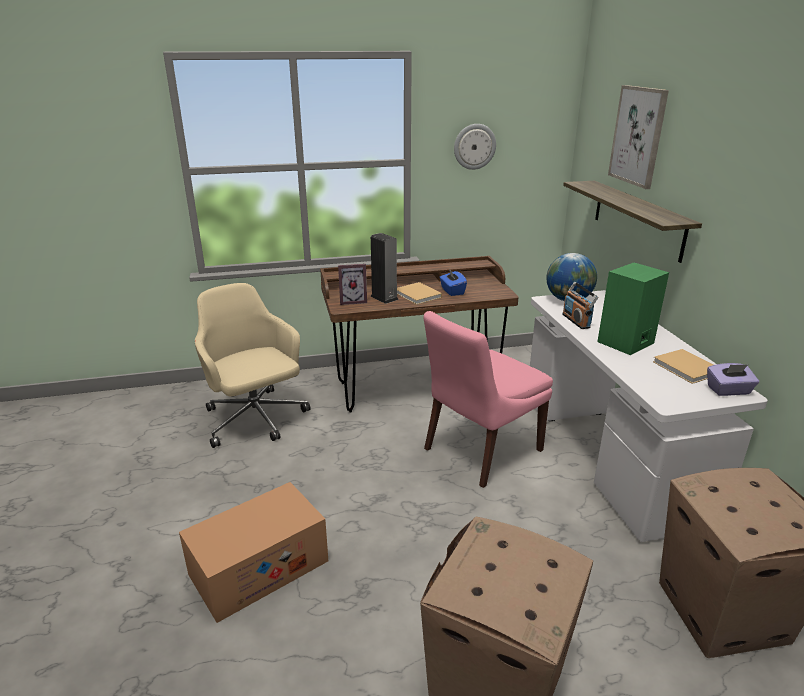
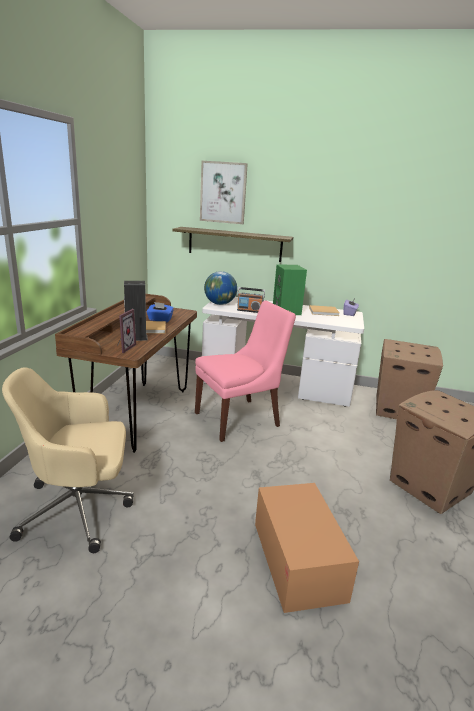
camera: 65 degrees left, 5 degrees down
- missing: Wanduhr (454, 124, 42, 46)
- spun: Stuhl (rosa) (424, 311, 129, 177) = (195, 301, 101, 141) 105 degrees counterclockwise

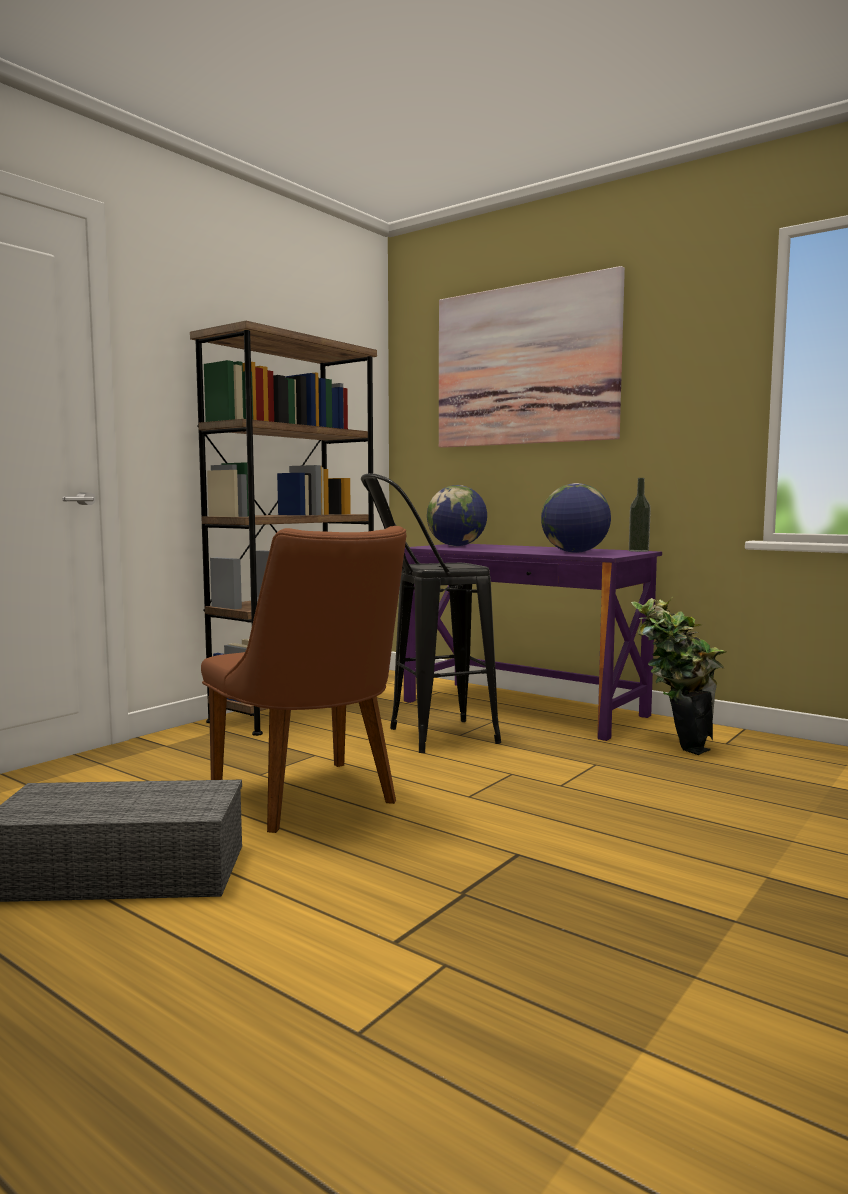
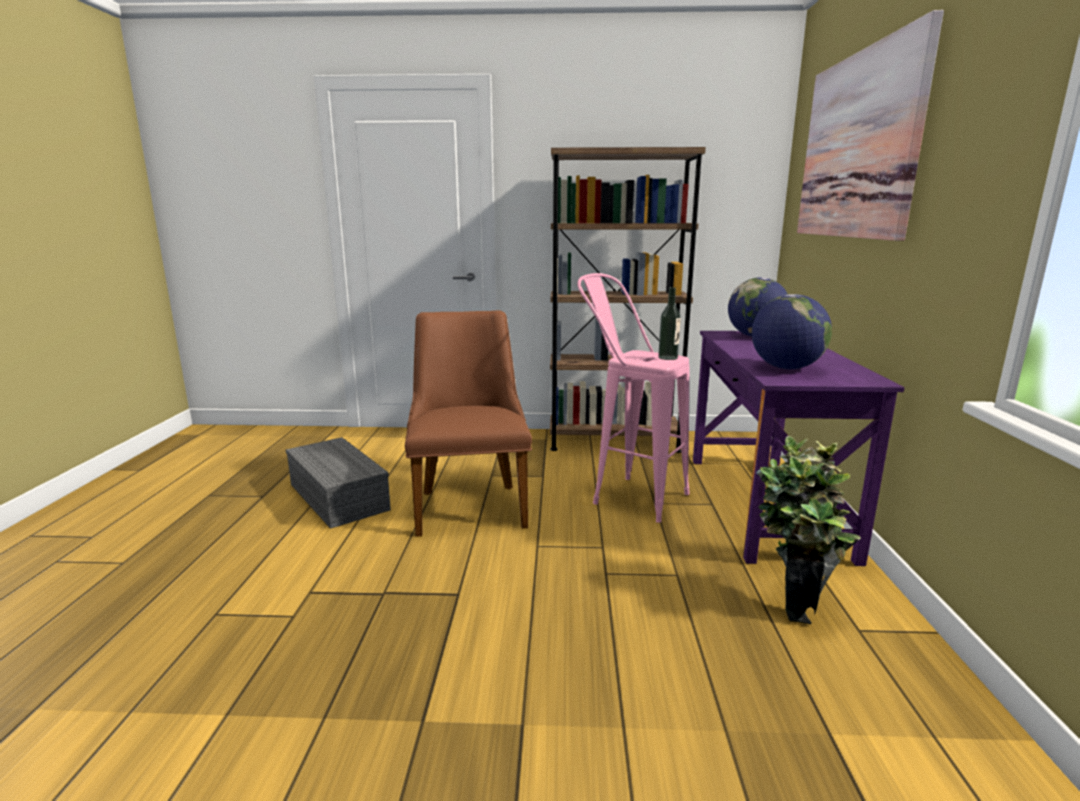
camera: 55 degrees right, 10 degrees up
- relocated: Flasche (629, 478, 22, 74) to (658, 287, 23, 73)
- colour: Hocker (schwarz) (361, 473, 140, 280) to Hocker (rosa) (577, 273, 113, 250)
- spun: Stuhl (braun) (201, 526, 205, 307) = (405, 310, 127, 227) 150 degrees clockwise

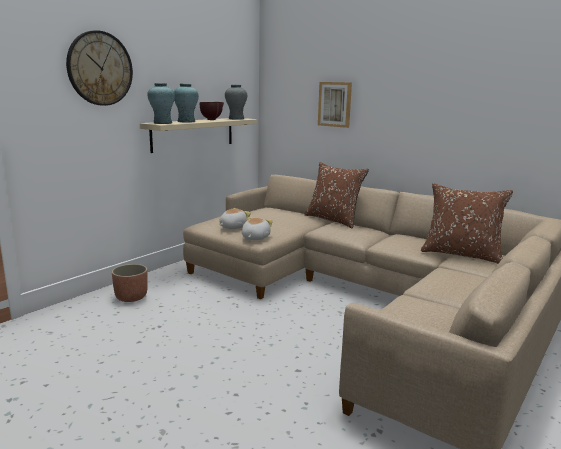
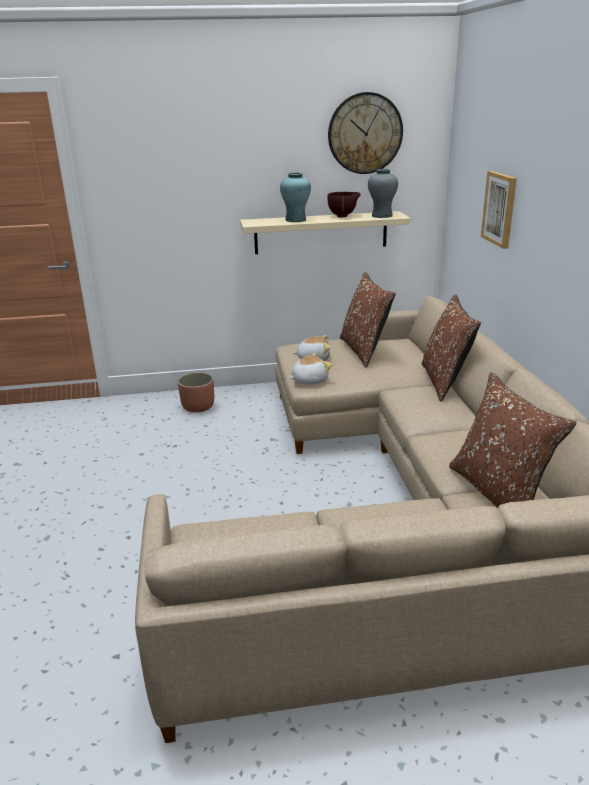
camera: 45 degrees right, 10 degrees up
- missing: Vase (türkis) (147, 83, 28, 41)
- appeared: Kissen (braun) (340, 272, 56, 96)
- relocated: Wanduhr (66, 30, 67, 76) to (328, 92, 75, 82)

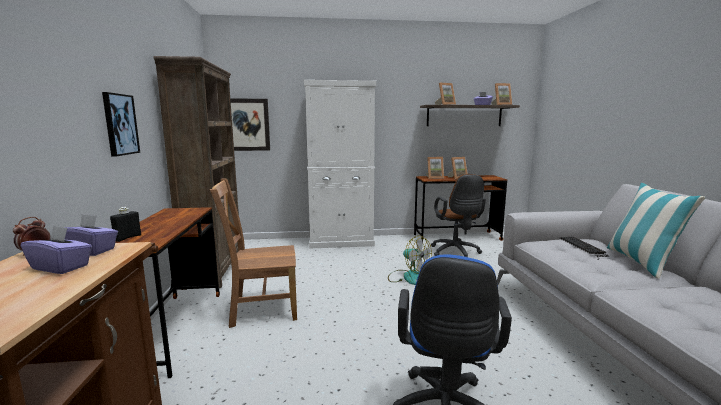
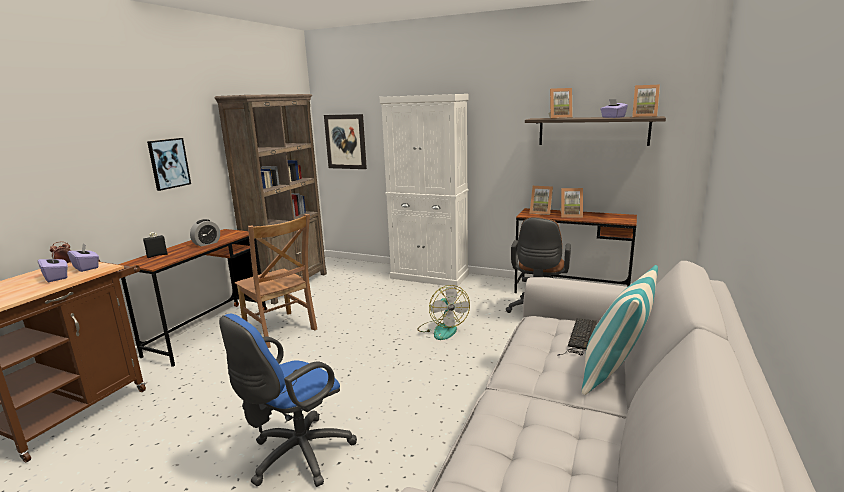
camera: 30 degrees right, 5 degrees up
- appeared: Wecker (190, 219, 30, 28)
- spun: Stuhl (braun) (210, 179, 87, 149) = (235, 214, 82, 134) 150 degrees counterclockwise

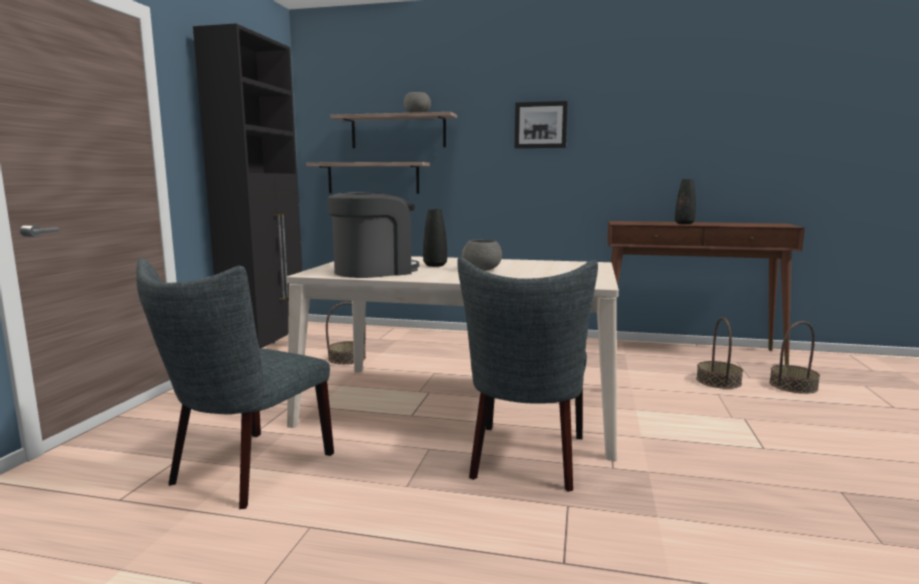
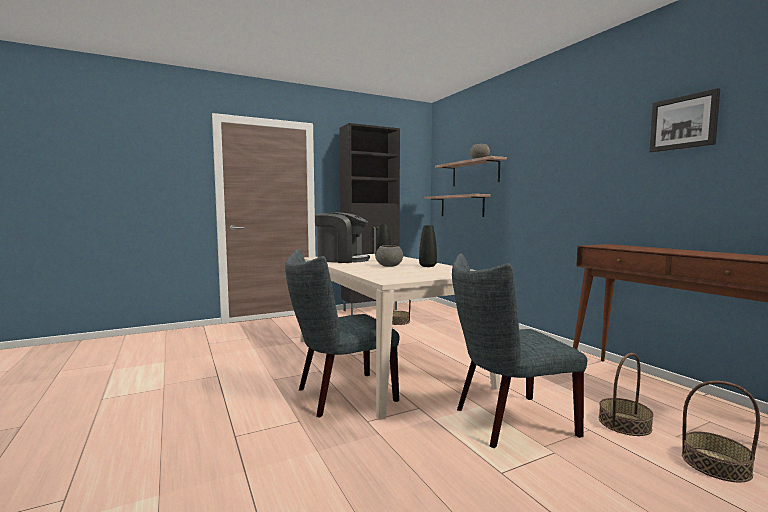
camera: 50 degrees right, 5 degrees down
- relocated: Stuhl (grau) (136, 258, 198, 251) to (452, 253, 135, 195)
- relocated: Bild (515, 101, 53, 48) to (649, 88, 71, 64)
- relocated: Vase (schwarz) (675, 179, 21, 45) to (419, 225, 18, 42)

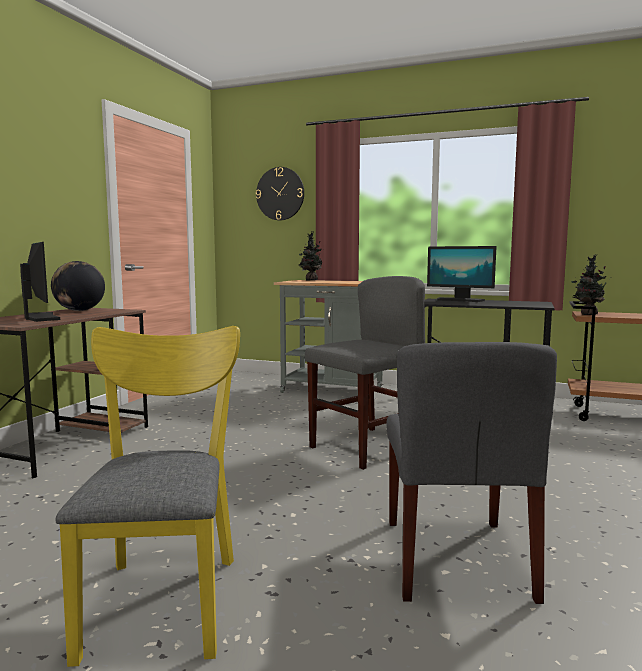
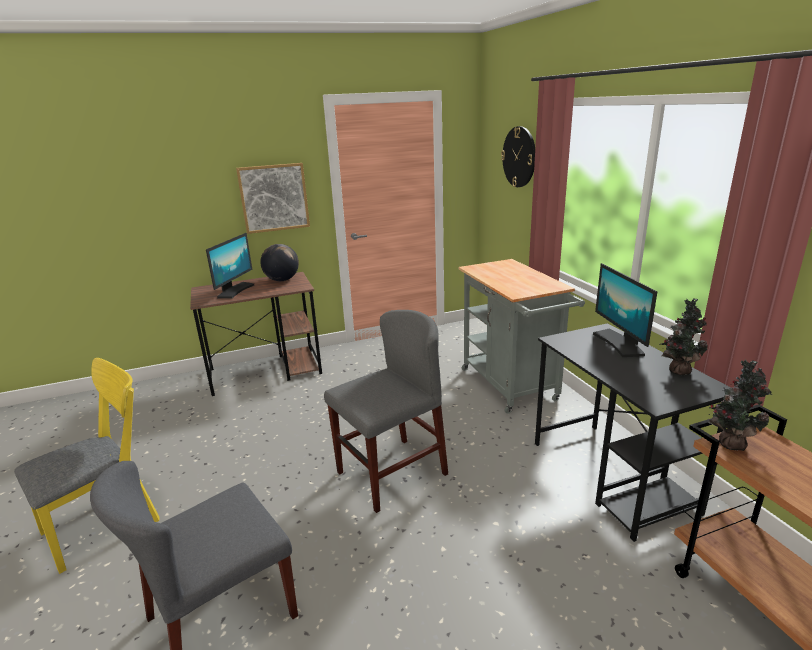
camera: 50 degrees right, 15 degrees up
- appeared: Bild (236, 163, 74, 71)
- relocated: Topfpflanze (299, 231, 23, 49) to (659, 298, 49, 77)
- spun: Stuhl (grau) (305, 276, 120, 194) = (324, 310, 124, 203) 45 degrees counterclockwise

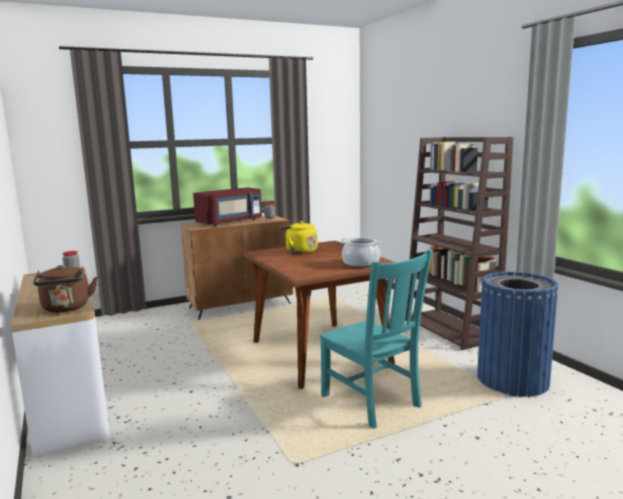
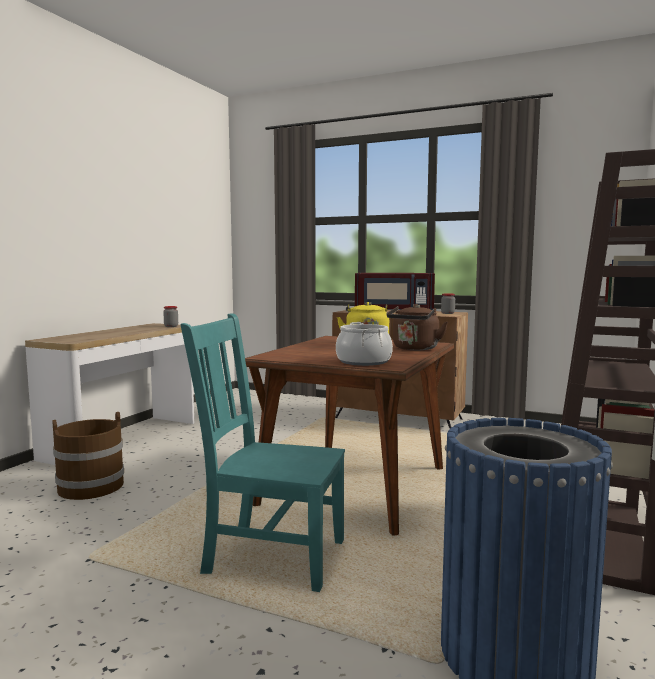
camera: 50 degrees right, 5 degrees down
- appeared: Eimer (braun) (52, 412, 72, 88)
- relocated: Wasserkessel (braun) (33, 265, 65, 47) to (387, 304, 61, 46)
- spun: Stuhl (türkis) (320, 249, 113, 180) = (180, 313, 165, 279) 90 degrees clockwise

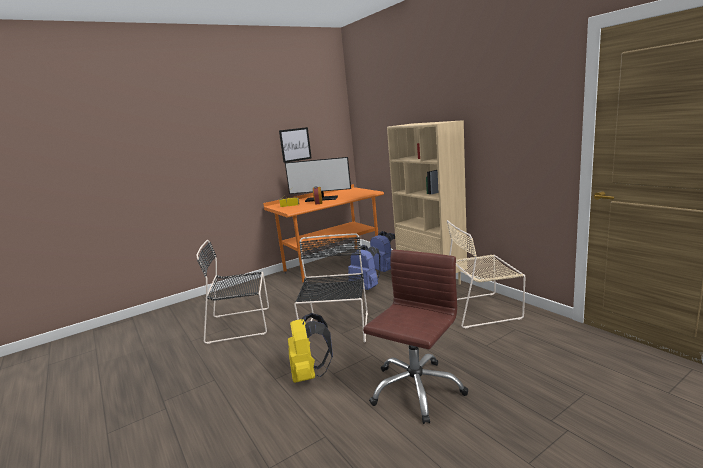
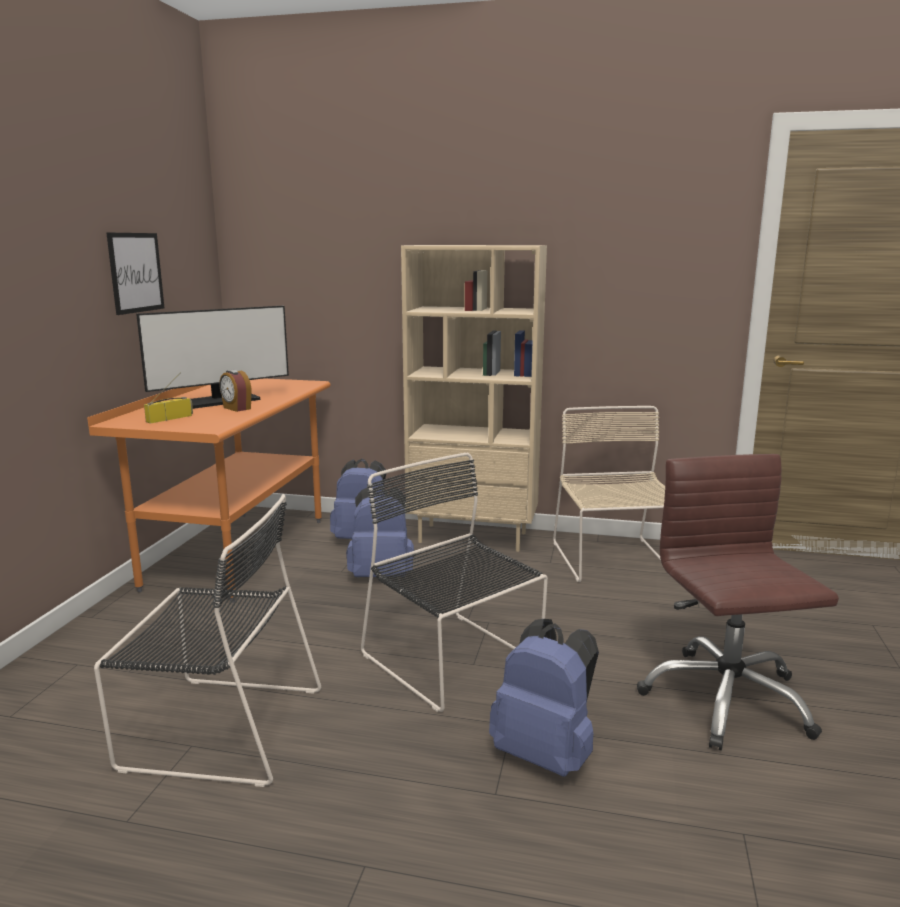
camera: 45 degrees left, 0 degrees up
- colour: Rucksack (gelb) (288, 313, 45, 70) to Rucksack (blau) (489, 619, 110, 158)
- spun: Stuhl (schwarz) (196, 240, 73, 104) = (94, 494, 227, 293) 120 degrees counterclockwise
- spun: Stuhl (beige) (447, 220, 78, 108) = (553, 406, 112, 176) 135 degrees clockwise

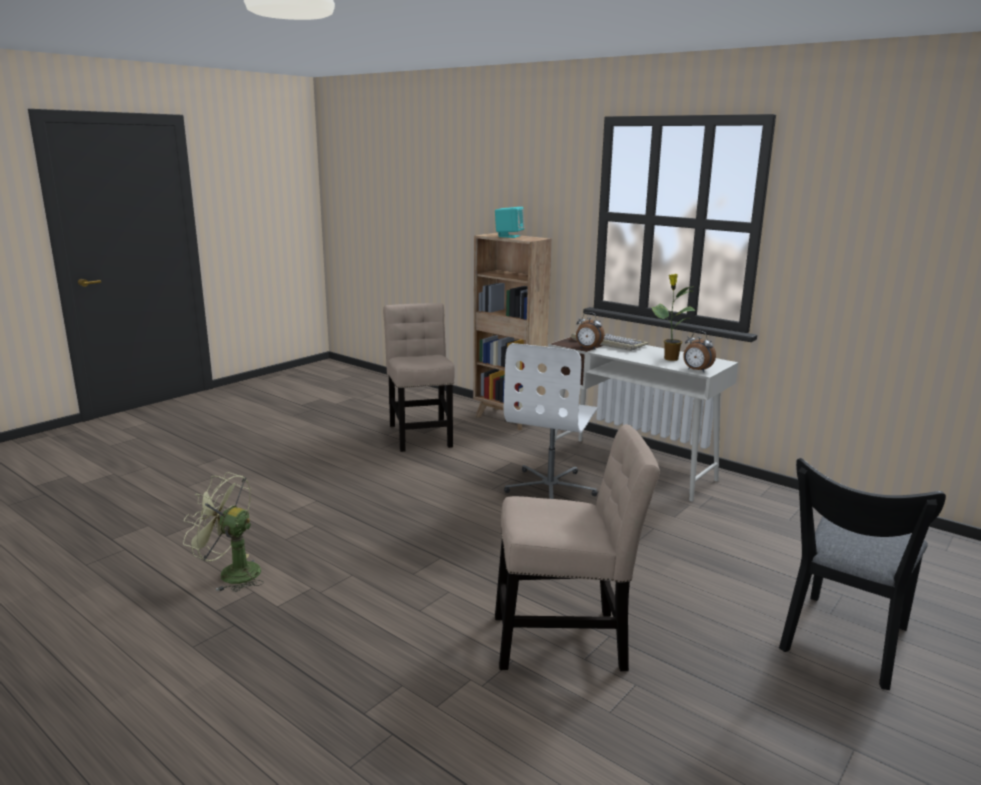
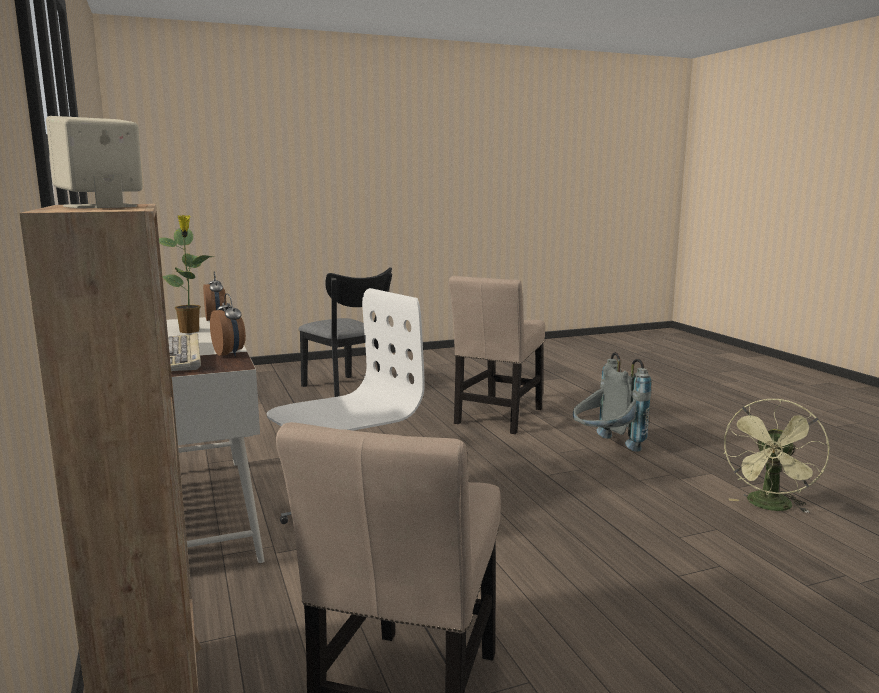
camera: 150 degrees left, 5 degrees down
- appeared: Rucksack (grau) (573, 352, 78, 100)
- colour: Lautsprecher (türkis) (495, 207, 30, 31) to Lautsprecher (beige) (46, 116, 97, 92)
- spun: Ventilator (grün) (183, 472, 81, 120) = (723, 399, 107, 114) 75 degrees clockwise
- spun: Stuhl (beige) (495, 424, 165, 247) = (449, 276, 96, 158) 90 degrees counterclockwise
- spun: Stuhl (schwarz) (779, 458, 167, 232) = (298, 267, 94, 130) 75 degrees clockwise

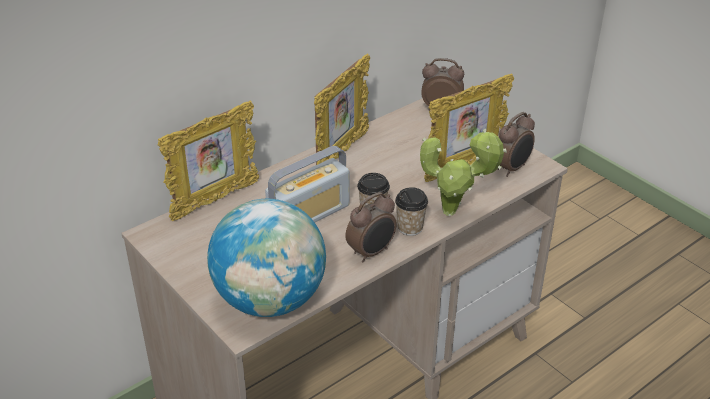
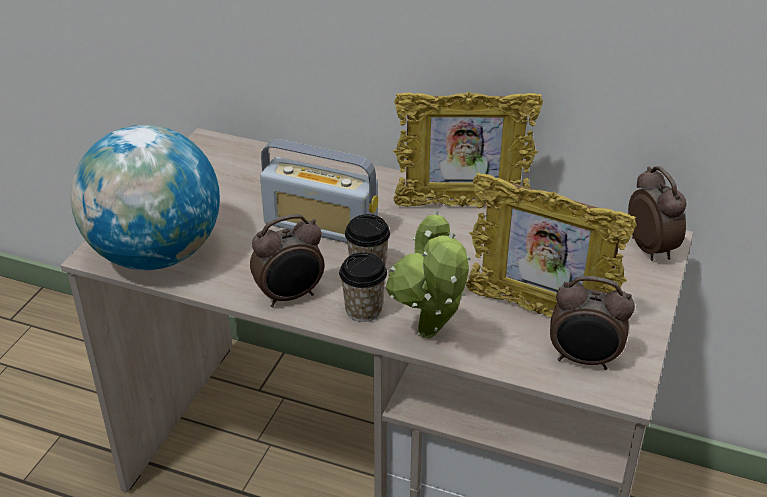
camera: 60 degrees right, 0 degrees up
- missing: Bilderrahmen (158, 101, 101, 120)
- spun: Wecker (346, 192, 51, 70) = (250, 214, 74, 93) 45 degrees counterclockwise

